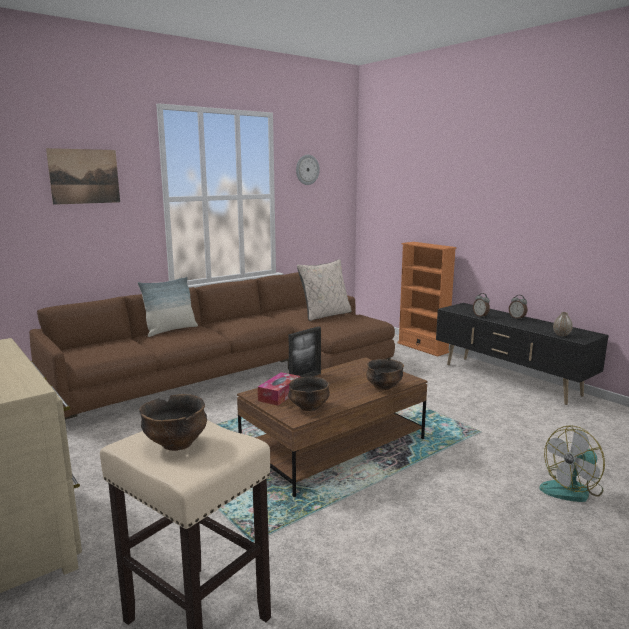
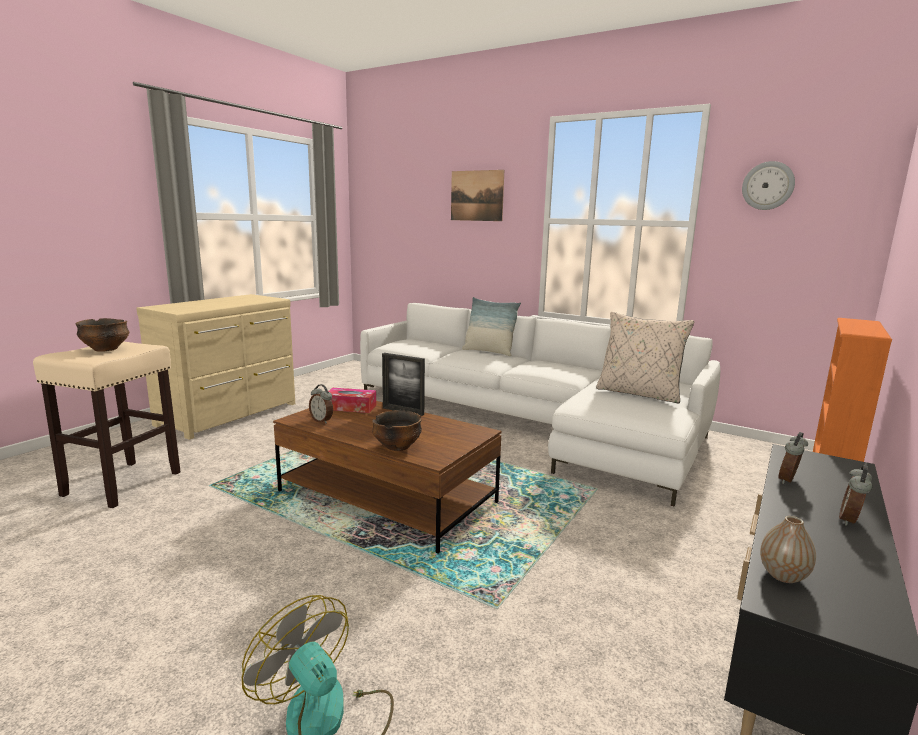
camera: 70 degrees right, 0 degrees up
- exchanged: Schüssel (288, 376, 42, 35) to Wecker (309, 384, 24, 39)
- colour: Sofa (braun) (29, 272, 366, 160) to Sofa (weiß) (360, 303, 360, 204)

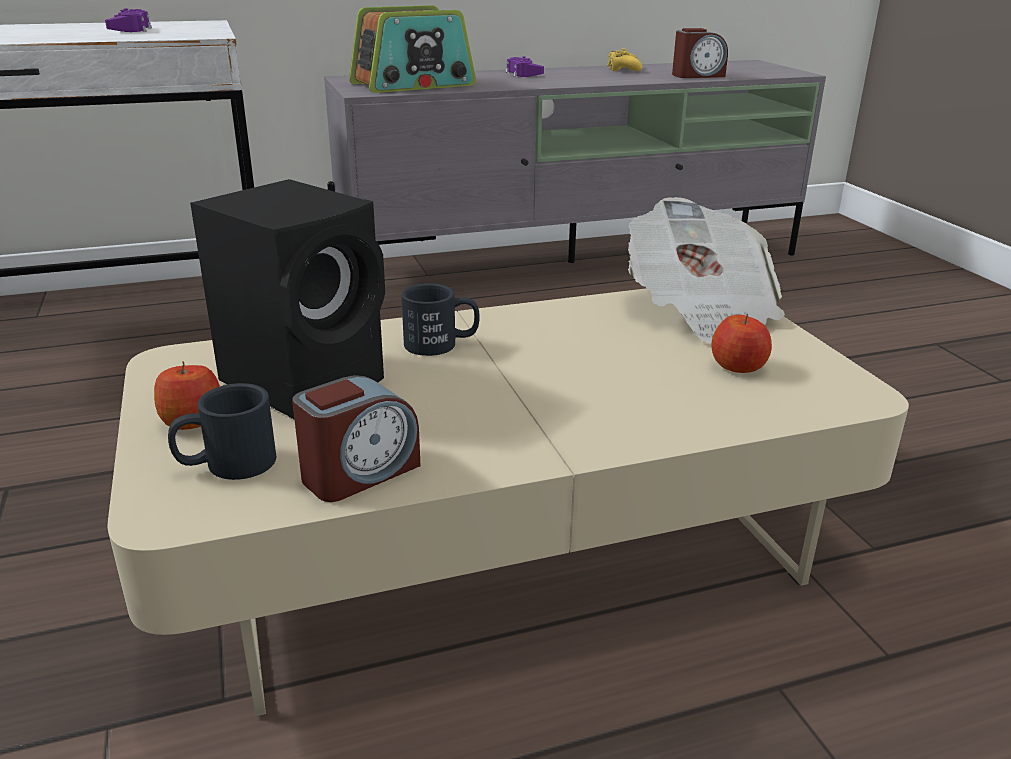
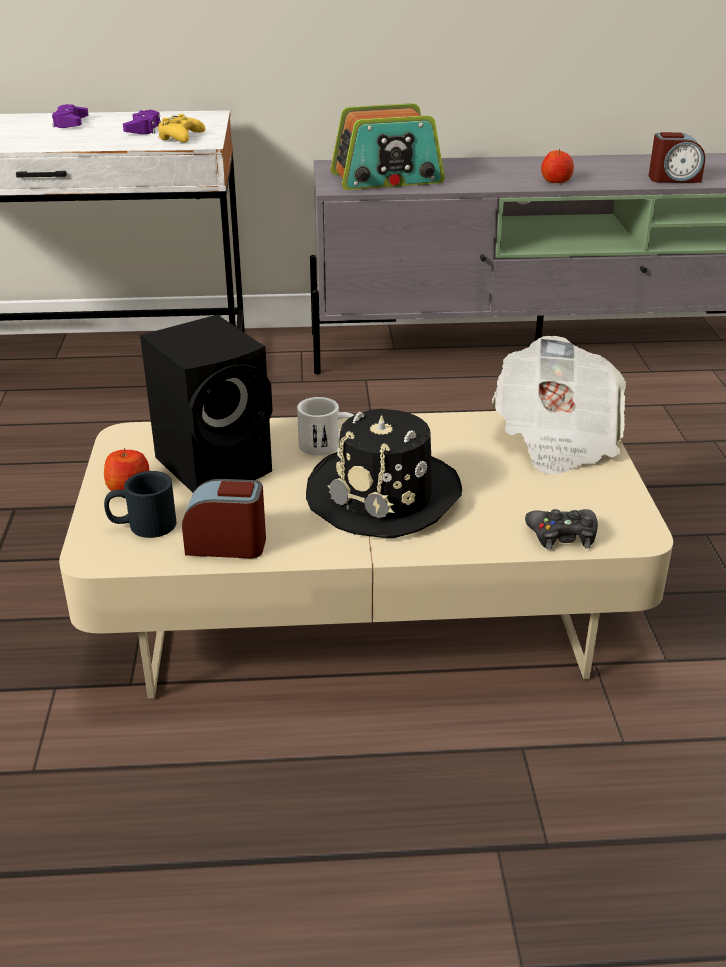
camera: 15 degrees right, 5 degrees up
- appeared: Hut (schwarz) (306, 409, 156, 129)
- appeared: Gamepad (schwarz) (525, 509, 73, 41)
- relocated: Gamepad (lila) (506, 56, 38, 21) to (52, 104, 37, 24)
- relocated: Gamepad (gelb) (607, 49, 35, 22) to (158, 114, 47, 28)
- relocated: Apfel (712, 314, 60, 59) to (541, 148, 33, 35)
- colour: Henkelbecher (schwarz) (401, 283, 79, 73) to Henkelbecher (weiß) (297, 397, 57, 59)
- spun: Wecker (292, 375, 129, 127) = (182, 479, 84, 79) 150 degrees counterclockwise

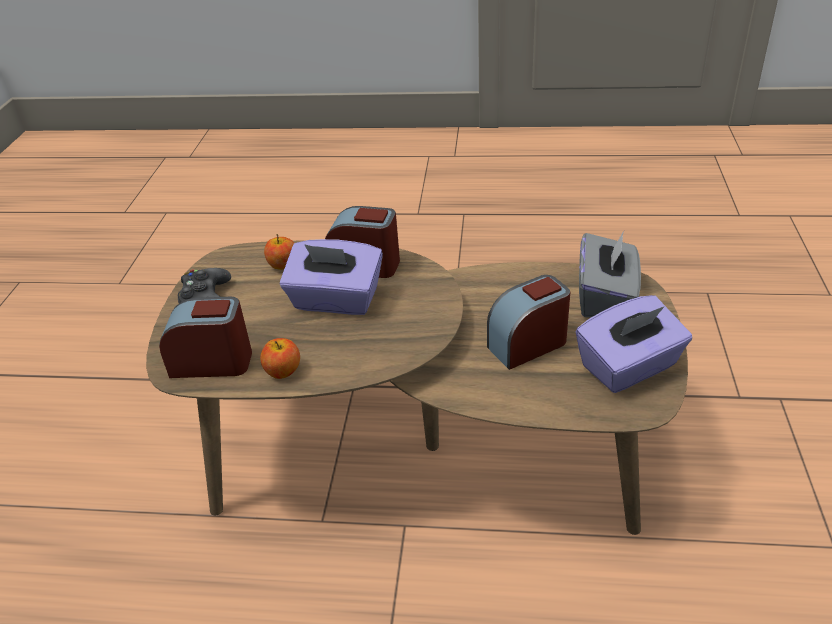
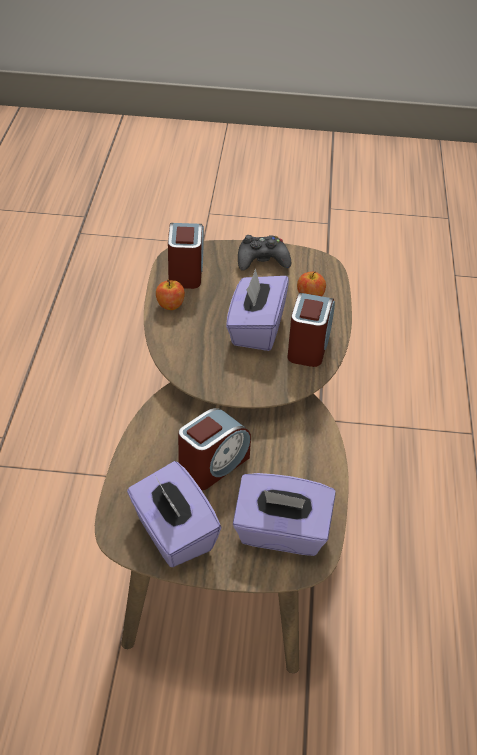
camera: 85 degrees right, 5 degrees up
- colour: Taschentuchbox (grau) (579, 231, 62, 86) to Taschentuchbox (lila) (233, 473, 103, 83)
- spun: Wecker (487, 275, 83, 95) = (178, 408, 73, 82) 75 degrees clockwise

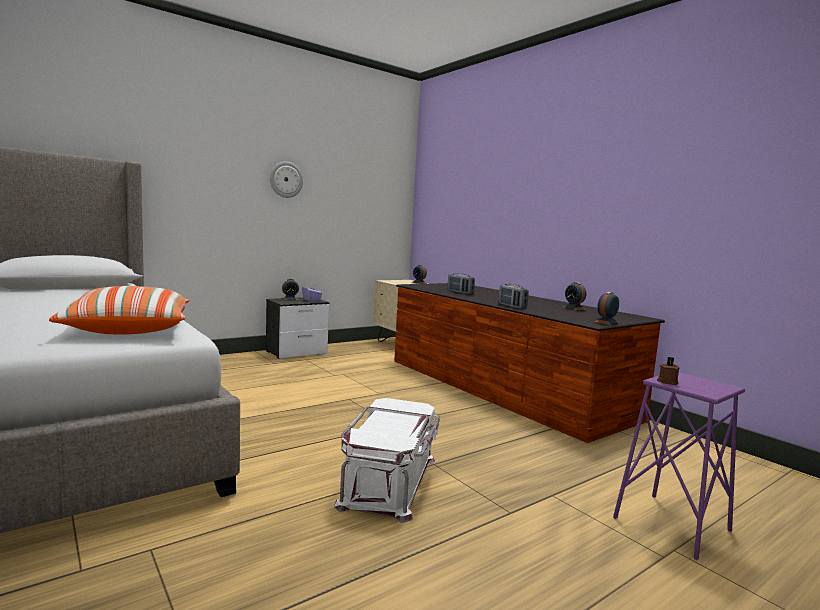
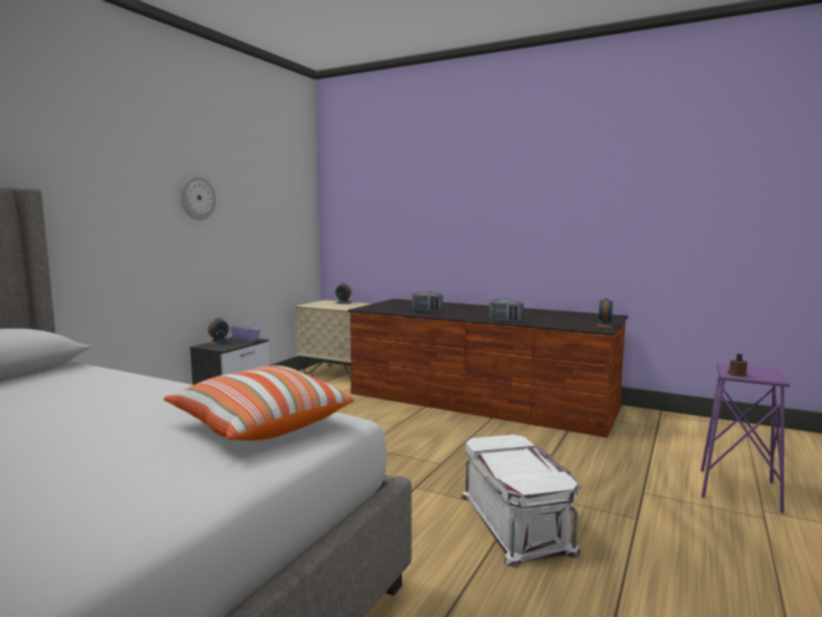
camera: 25 degrees left, 0 degrees up
- missing: Wecker (563, 282, 23, 28)

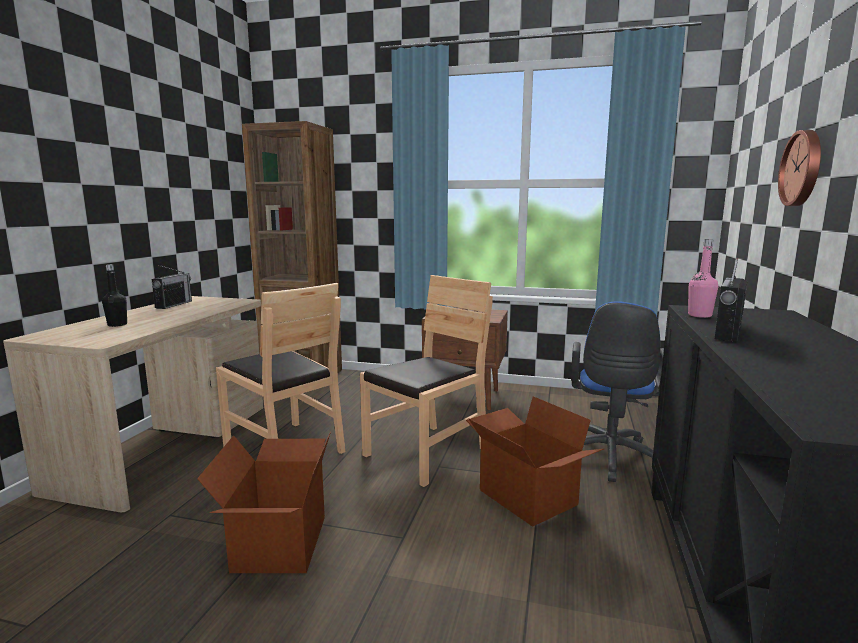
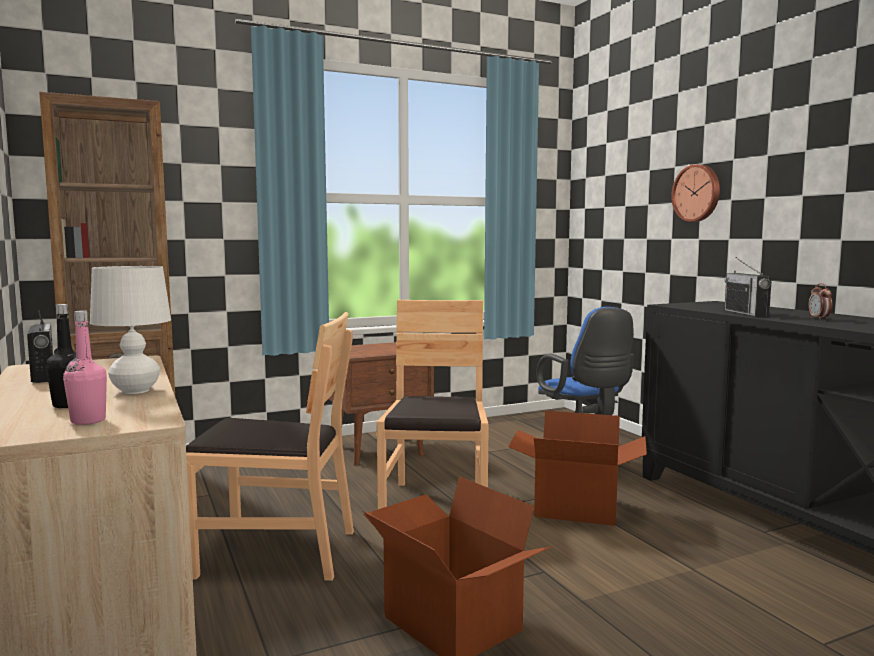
camera: 40 degrees left, 5 degrees down
- appeared: Tischlampe (weiß) (90, 266, 81, 128)
- appeared: Wecker (808, 283, 24, 37)
- relocated: Flasche (rosa) (688, 239, 31, 79) to (63, 311, 44, 114)

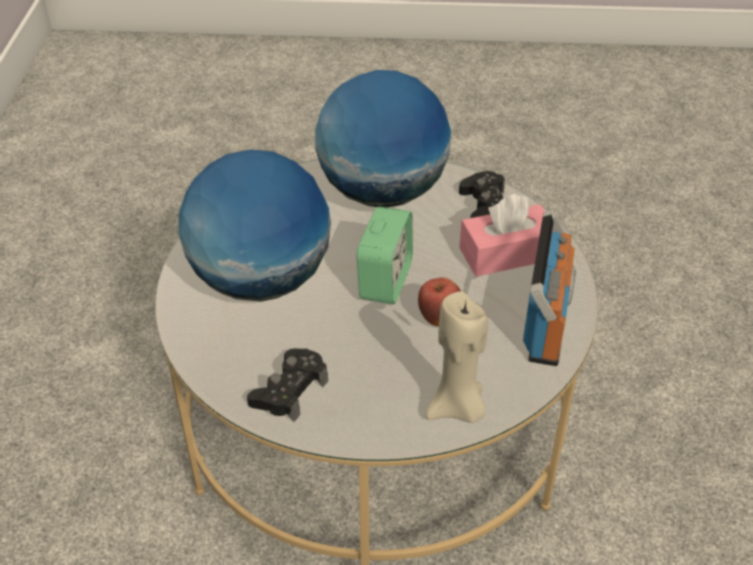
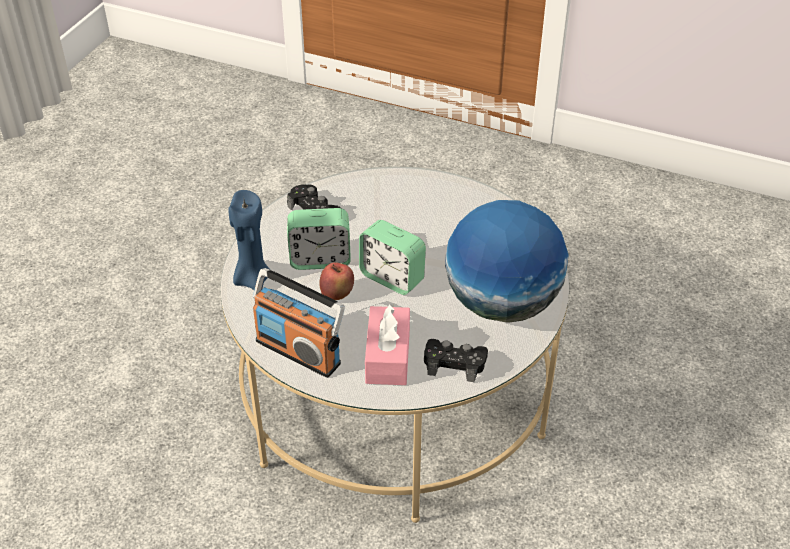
camera: 110 degrees right, 0 degrees up
- missing: Globus (178, 150, 153, 152)
- appeared: Wecker (287, 208, 64, 62)
- colour: Kerze (beige) (426, 291, 62, 132) to Kerze (blau) (228, 190, 41, 100)

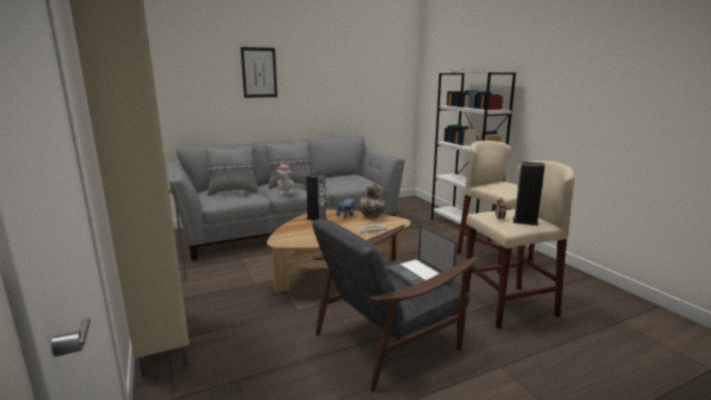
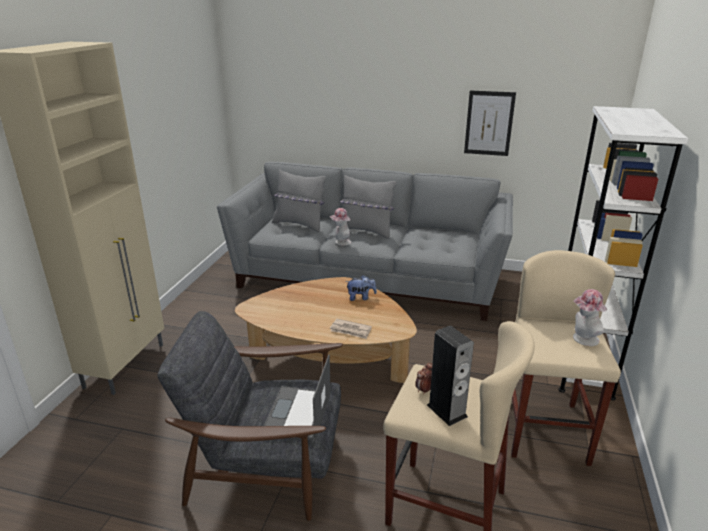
camera: 40 degrees right, 10 degrees up
- missing: Lautsprecher (306, 173, 21, 48)
- missing: Vase (358, 183, 28, 35)
- appeared: Hut (573, 289, 34, 57)
- relocated: Bild (240, 47, 38, 51) to (464, 91, 52, 65)

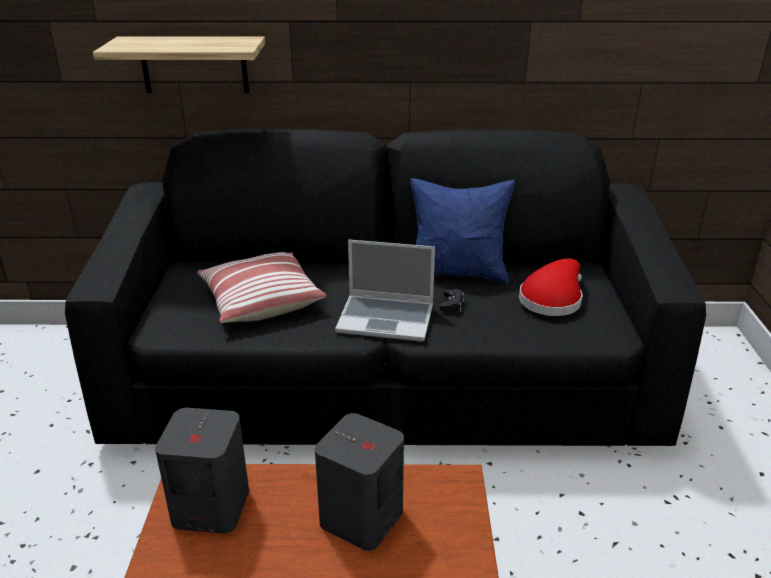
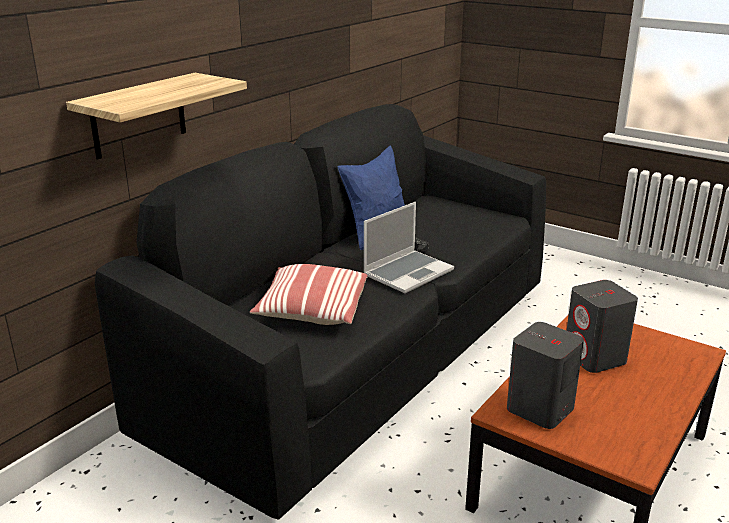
camera: 55 degrees left, 5 degrees down
- missing: Hut (rot) (519, 259, 63, 57)

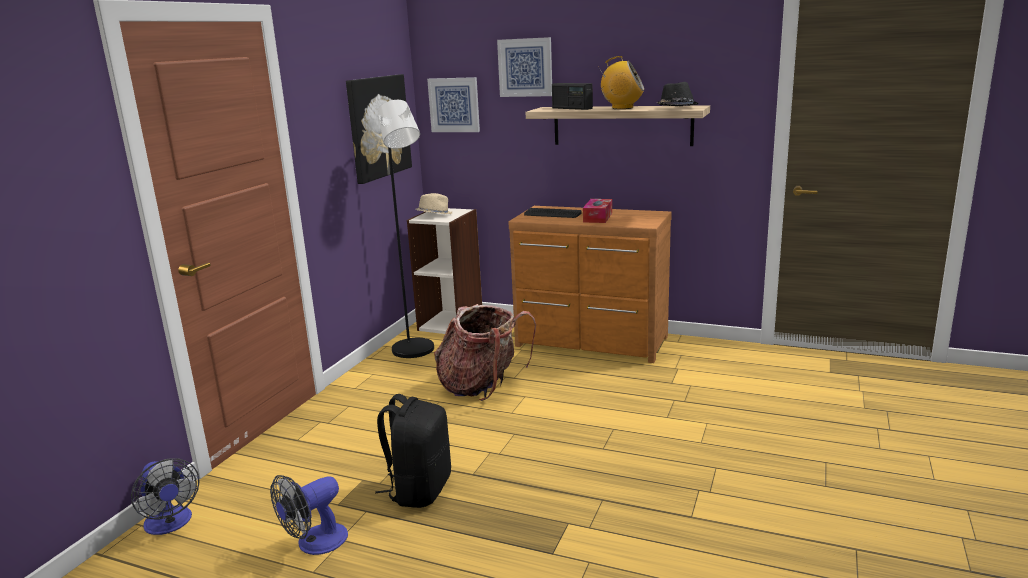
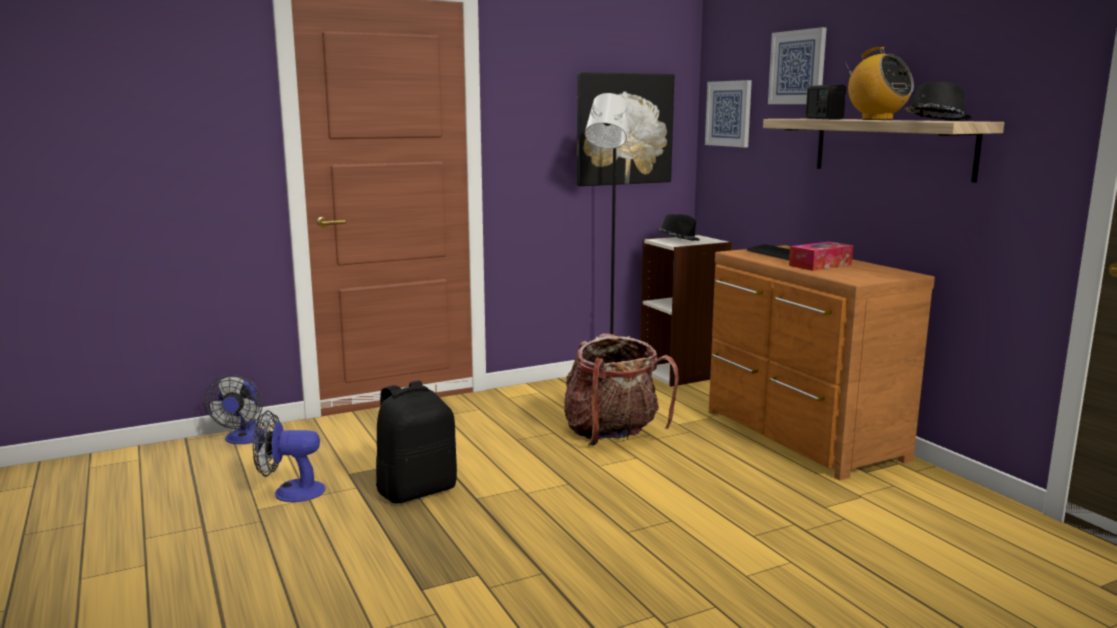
camera: 40 degrees right, 5 degrees down
- colour: Hut (beige) (416, 193, 36, 21) to Hut (schwarz) (657, 214, 43, 27)

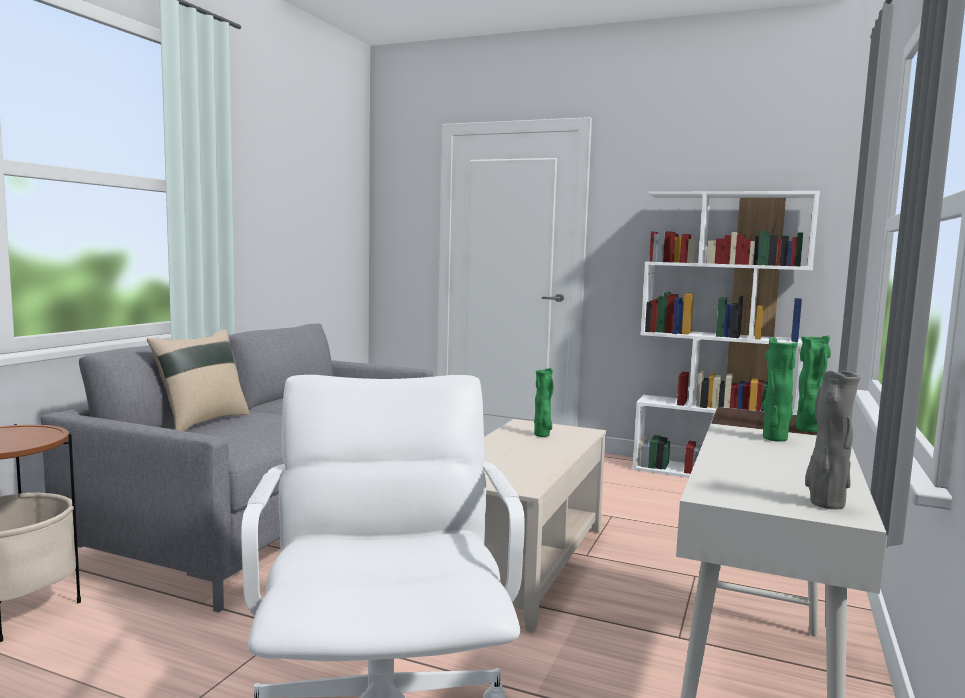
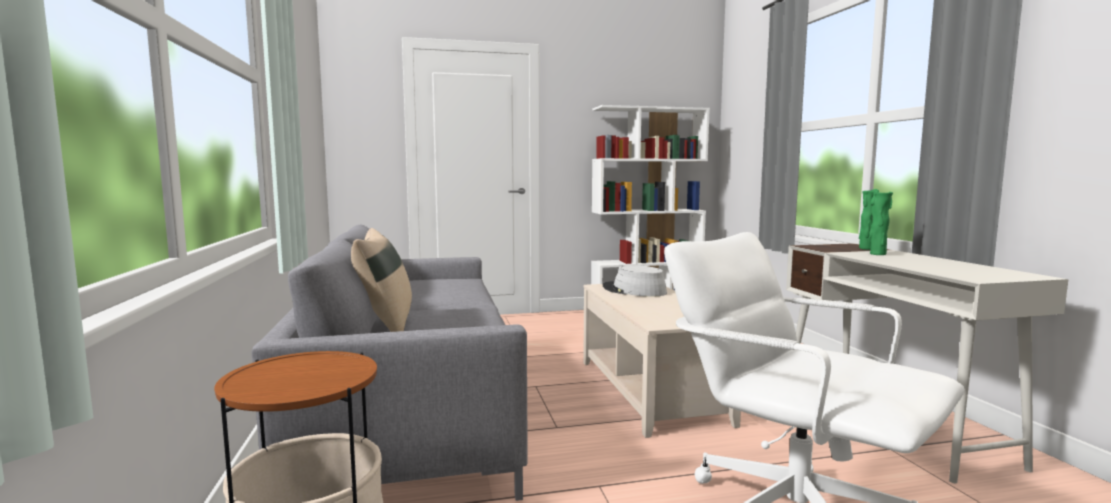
camera: 35 degrees left, 0 degrees up
- missing: Vase (grau) (805, 370, 56, 139)
- exchanged: Vase (grün) (534, 368, 20, 69) to Hut (grau) (603, 265, 64, 32)

